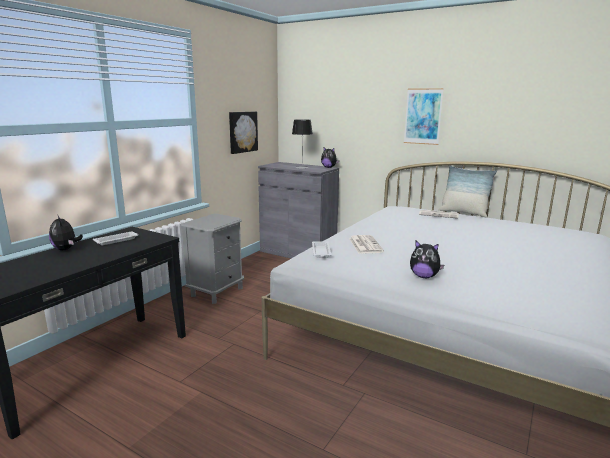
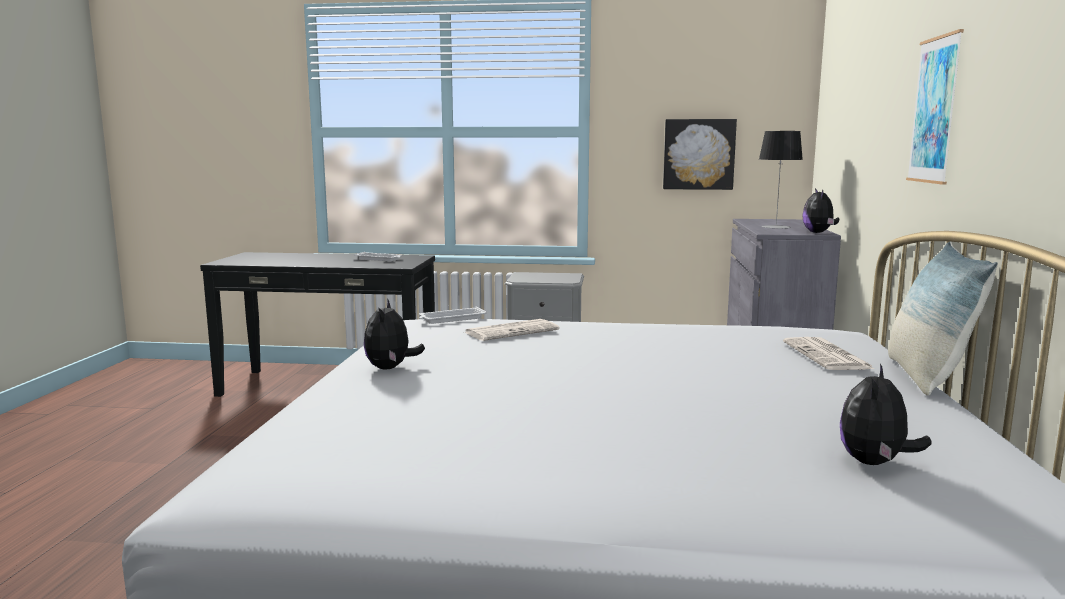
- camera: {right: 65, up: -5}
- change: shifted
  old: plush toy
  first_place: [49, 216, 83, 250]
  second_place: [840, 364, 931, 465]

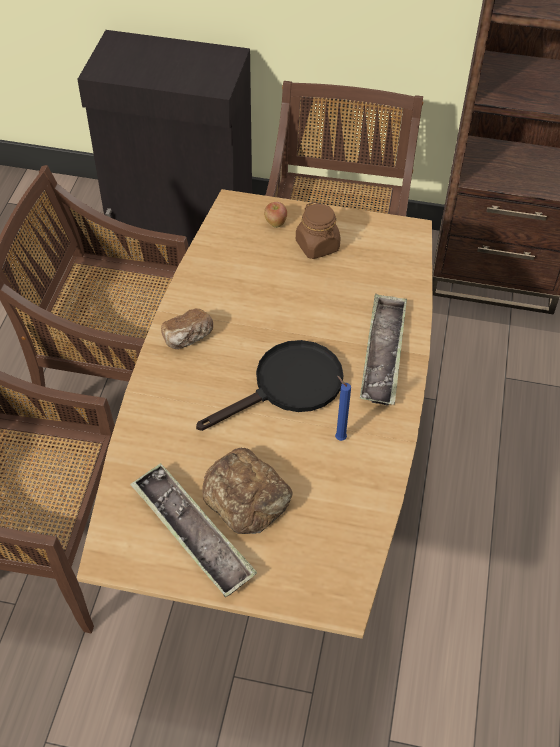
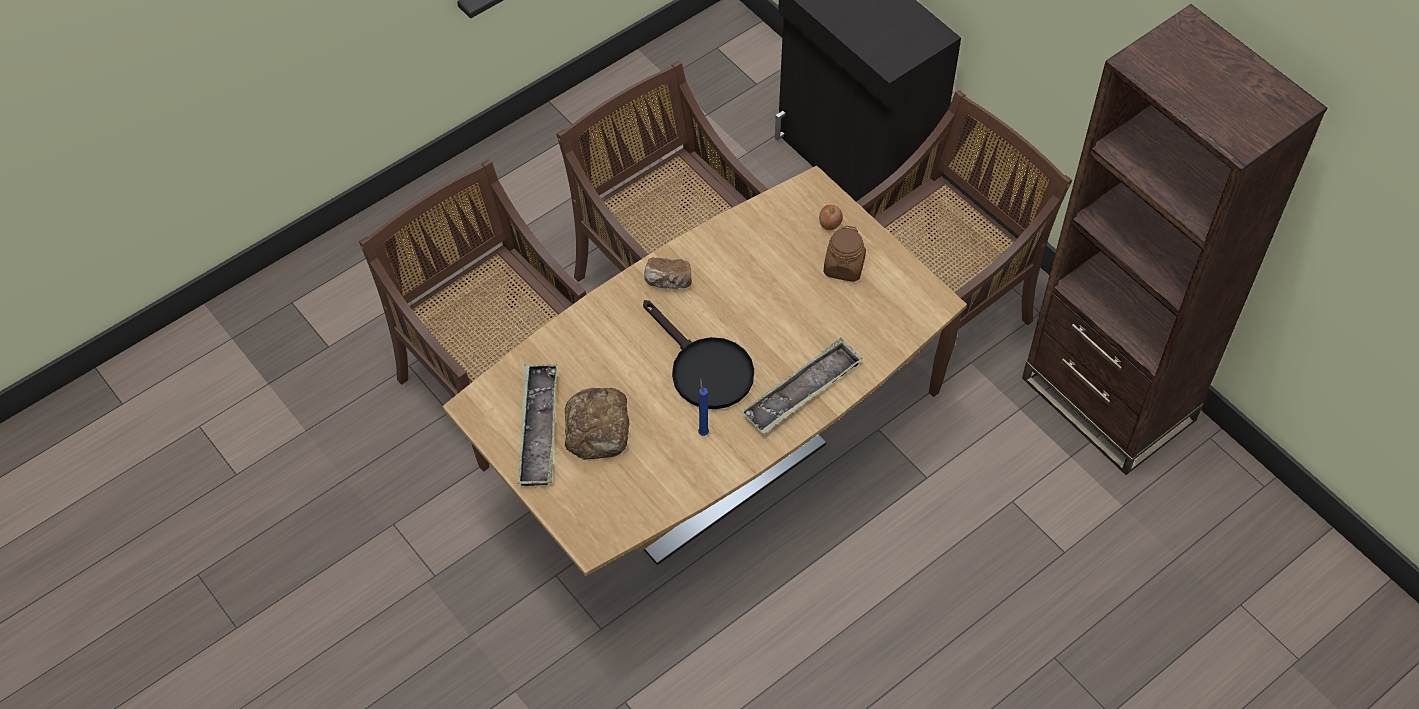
- camera: {right: 40, up: 5}
- change: rotated
  old: black-coloured frying pan
  first_place: [196, 340, 343, 431]
  second_place: [643, 300, 754, 409]
  degrees: 45

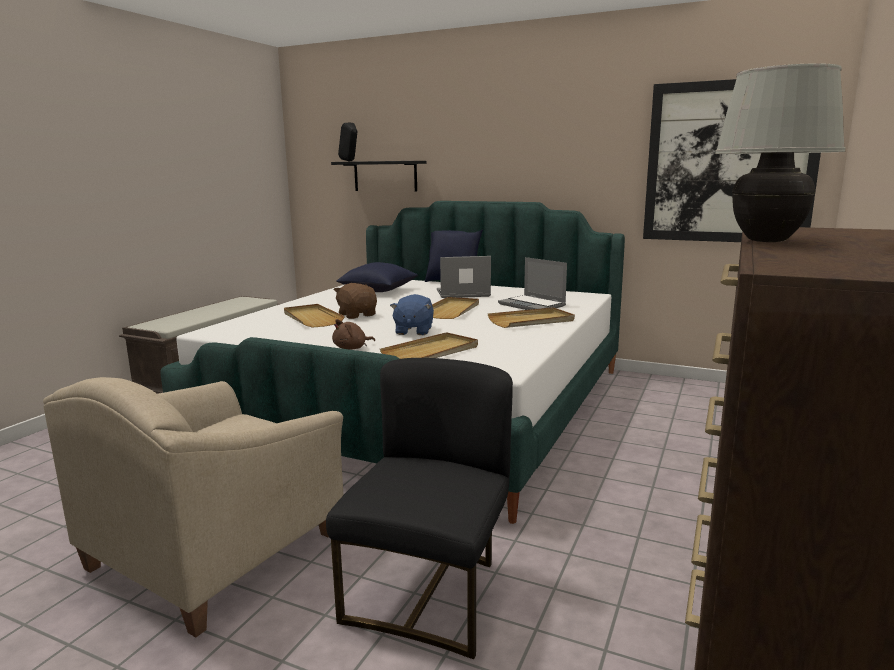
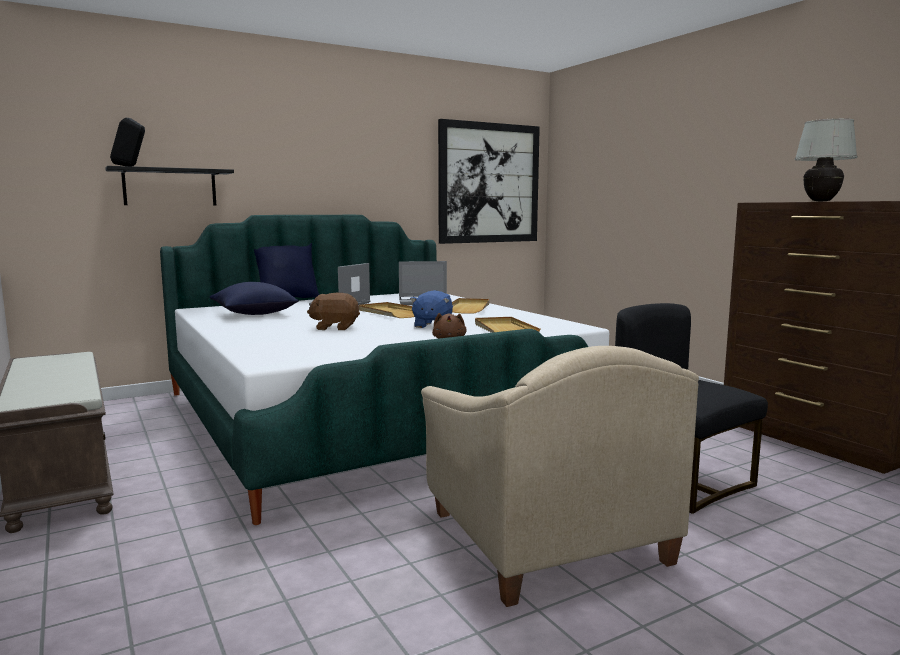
- camera: {right: -55, up: -5}
- change: gone
  old: beige serving tray
  first_place: [284, 304, 345, 328]
- change: rotated
  old: blue plush toy
  first_place: [390, 294, 434, 335]
  second_place: [410, 290, 453, 328]
  degrees: 60

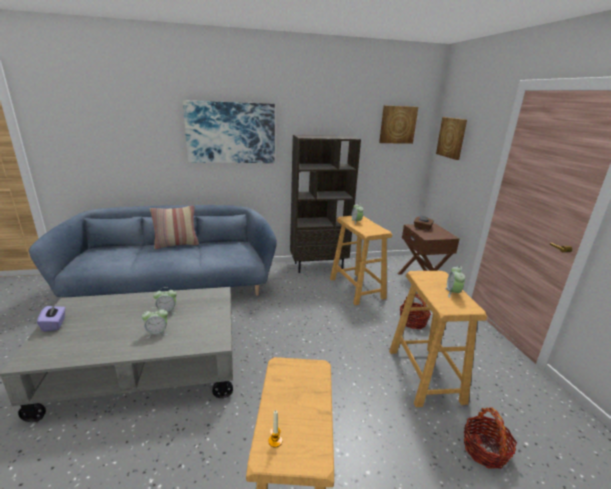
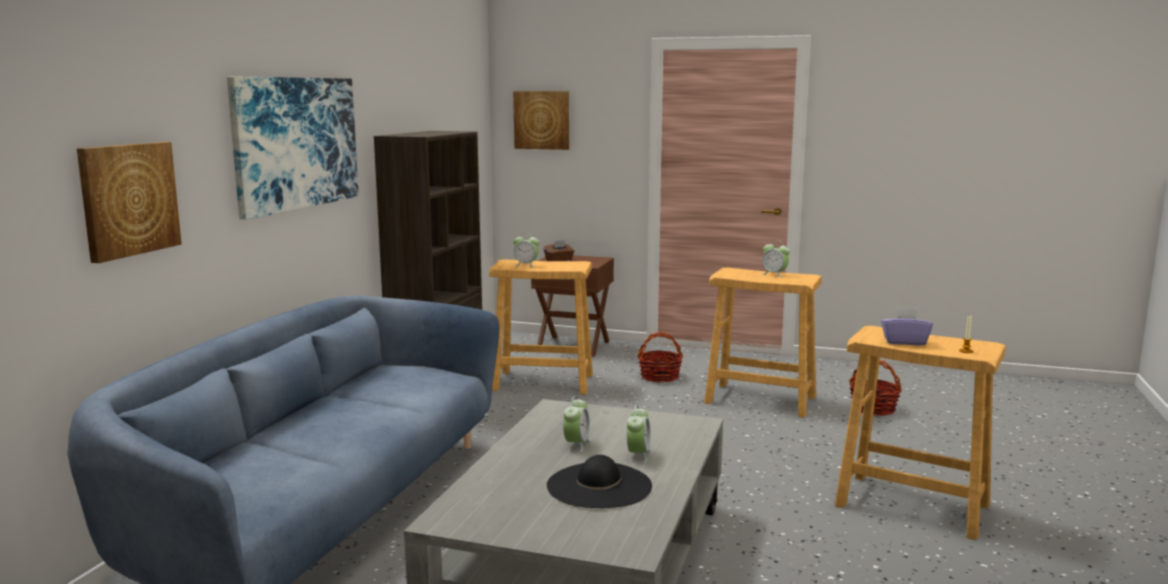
- camera: {right: -60, up: -10}
- change: shifted
  old: purple tissue holder
  first_place: [37, 304, 66, 332]
  second_place: [881, 306, 933, 345]
- change: gone
  old: cushion
  first_place: [150, 205, 199, 249]
- change: shifted
  old: picture
  first_place: [379, 106, 418, 144]
  second_place: [77, 142, 181, 263]
- change: new
  new: black-coloured clothing hat
  second_place: [547, 455, 652, 508]

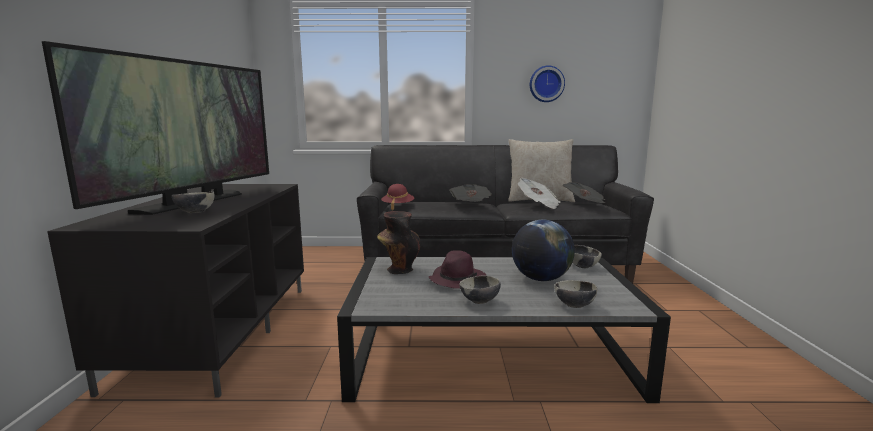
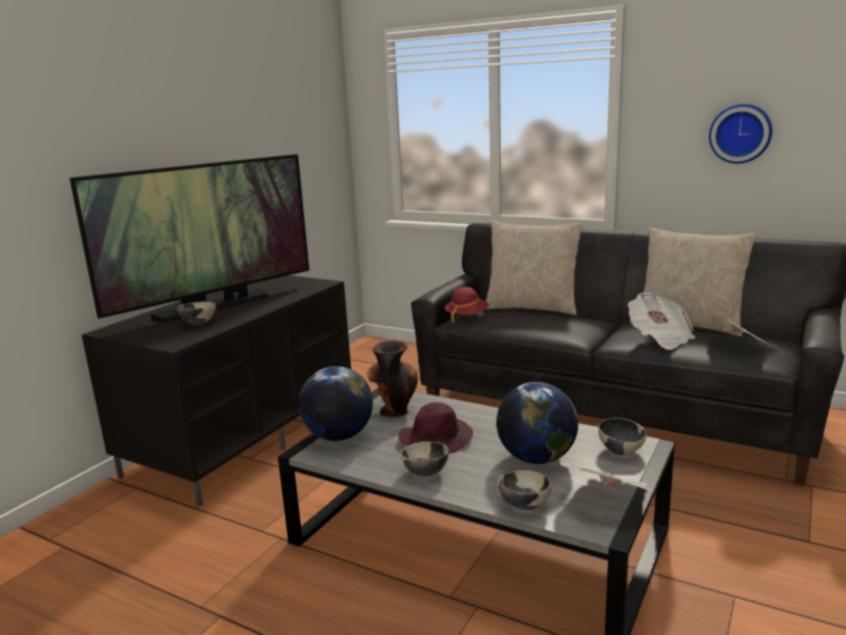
- camera: {right: 30, up: 5}
- change: shifted
  old: newspaper
  first_place: [449, 184, 492, 202]
  second_place: [560, 462, 654, 492]
- change: new
  new: world globe
  second_place: [299, 366, 373, 441]
- change: new
  new: beige cushion
  second_place: [486, 221, 583, 315]

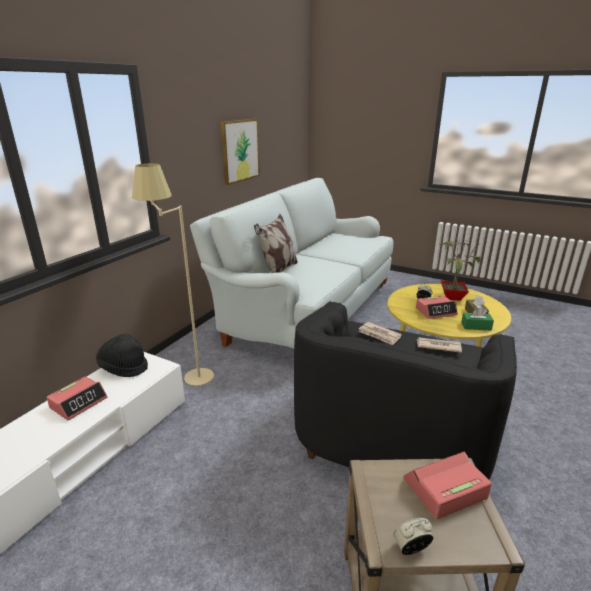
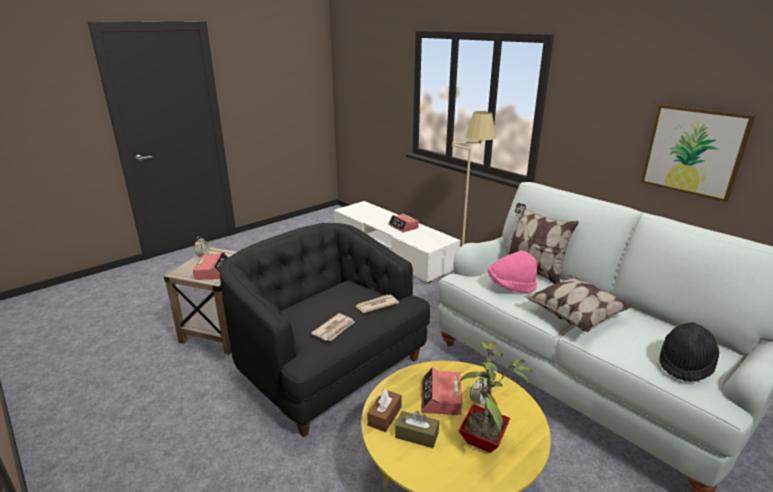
- camera: {right: 110, up: 0}
- change: shifted
  old: black-coloured clothing hat
  first_place: [96, 334, 148, 377]
  second_place: [659, 322, 720, 382]
- change: repainted
  old: green-coloured tissue holder
  new: brown-coloured tissue holder
  first_place: [461, 307, 494, 330]
  second_place: [367, 389, 402, 432]
- change: new
  new: pink-coloured clothing hat
  second_place: [488, 251, 537, 293]
- change: new
  new: cushion
  second_place: [523, 275, 634, 332]

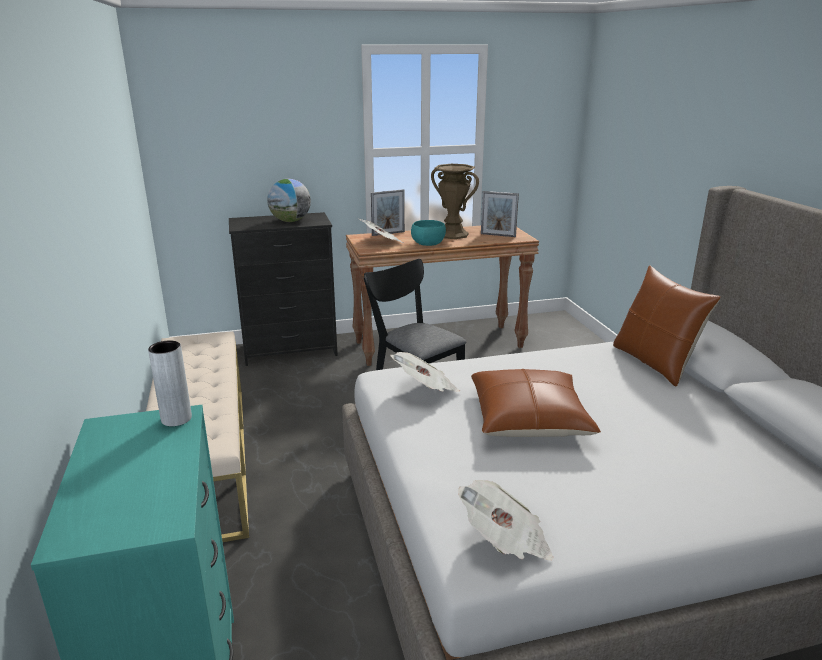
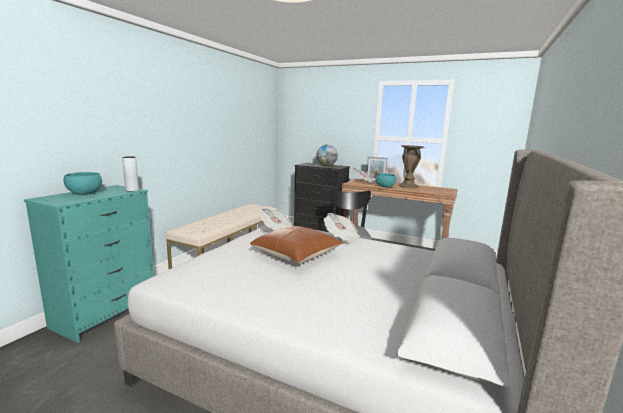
- camera: {right: 40, up: -10}
- change: shifted
  old: newspaper
  first_place: [458, 480, 554, 560]
  second_place: [323, 213, 360, 244]
- change: gone
  old: picture frame
  first_place: [481, 191, 519, 237]
- change: gone
  old: brown-coloured cushion
  first_place: [613, 265, 721, 386]
- change: new
  new: turquoise deep dish
  second_place: [63, 172, 102, 195]

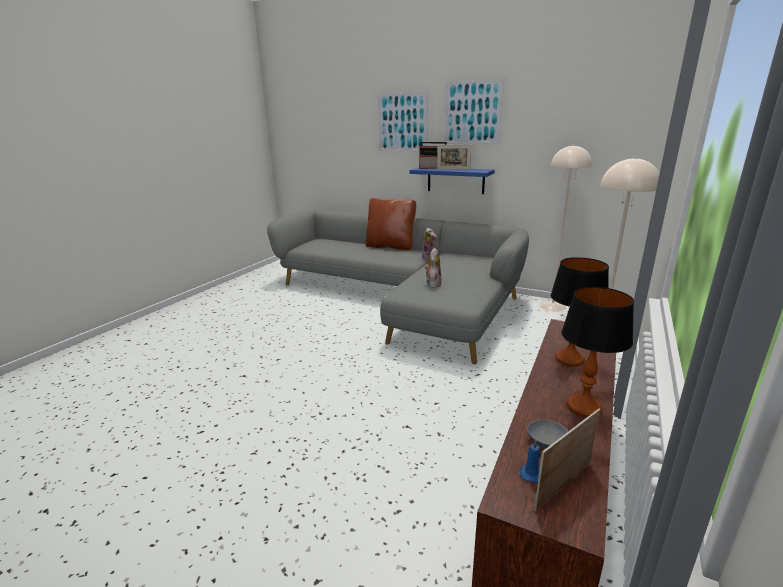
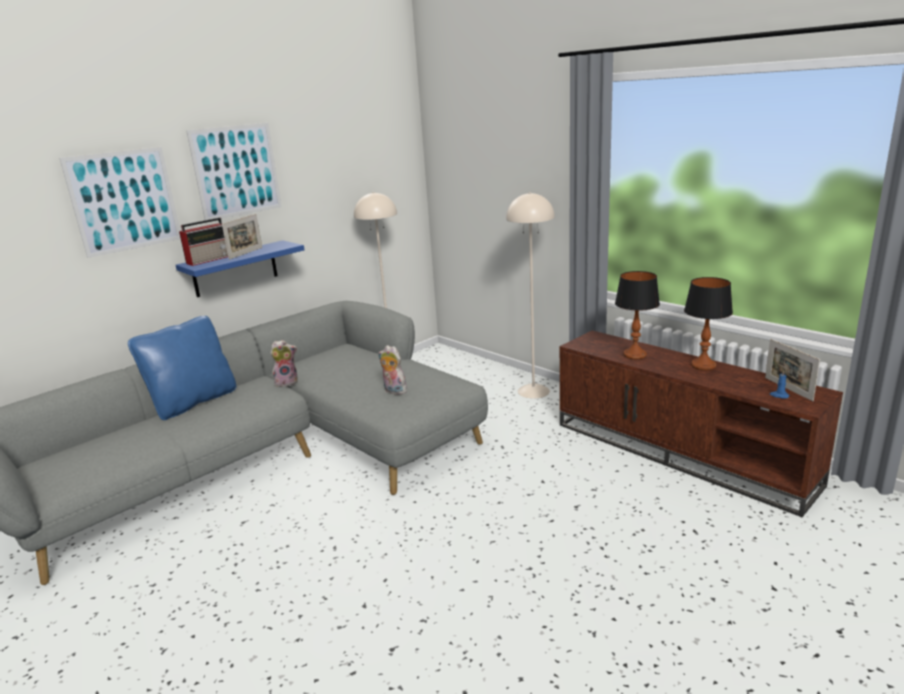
- camera: {right: -70, up: 0}
- change: repainted
  old: brown-coloured cushion
  new: blue cushion
  first_place: [366, 198, 416, 250]
  second_place: [128, 316, 236, 420]
- change: gone
  old: greyish deep dish
  first_place: [527, 419, 568, 449]

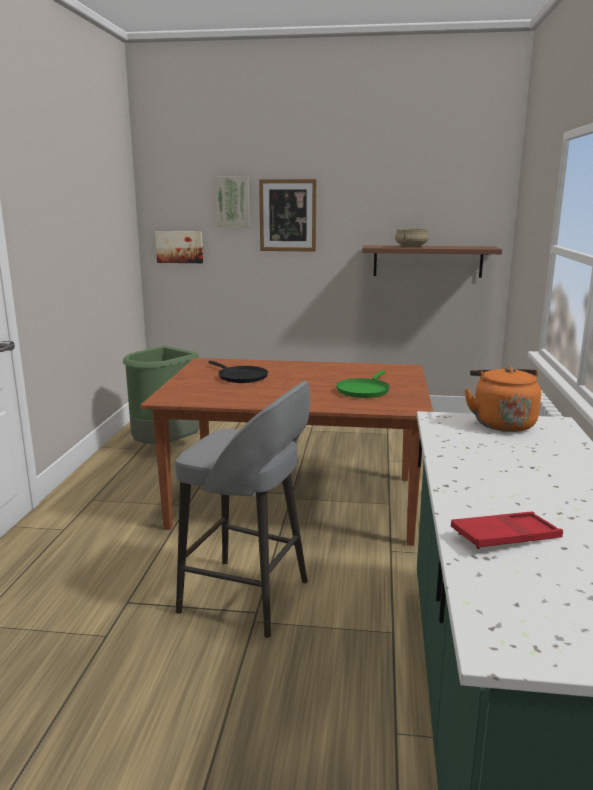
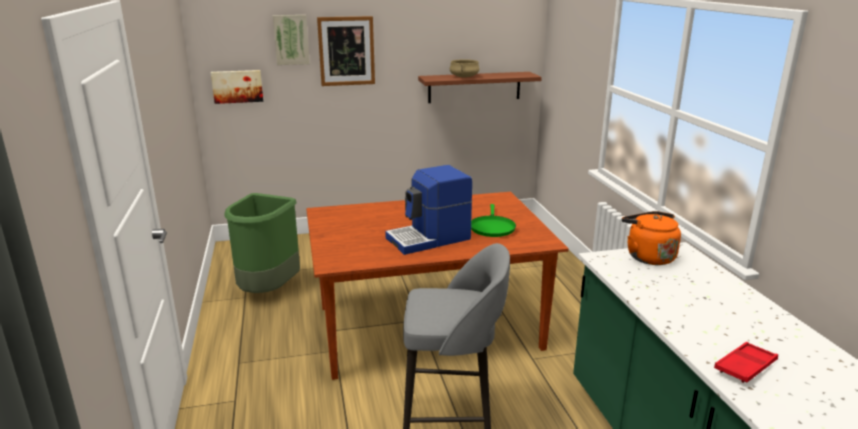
- camera: {right: -20, up: 5}
- change: gone
  old: black-coloured frying pan
  first_place: [209, 361, 268, 383]
- change: new
  new: coffee maker
  second_place: [385, 165, 472, 255]

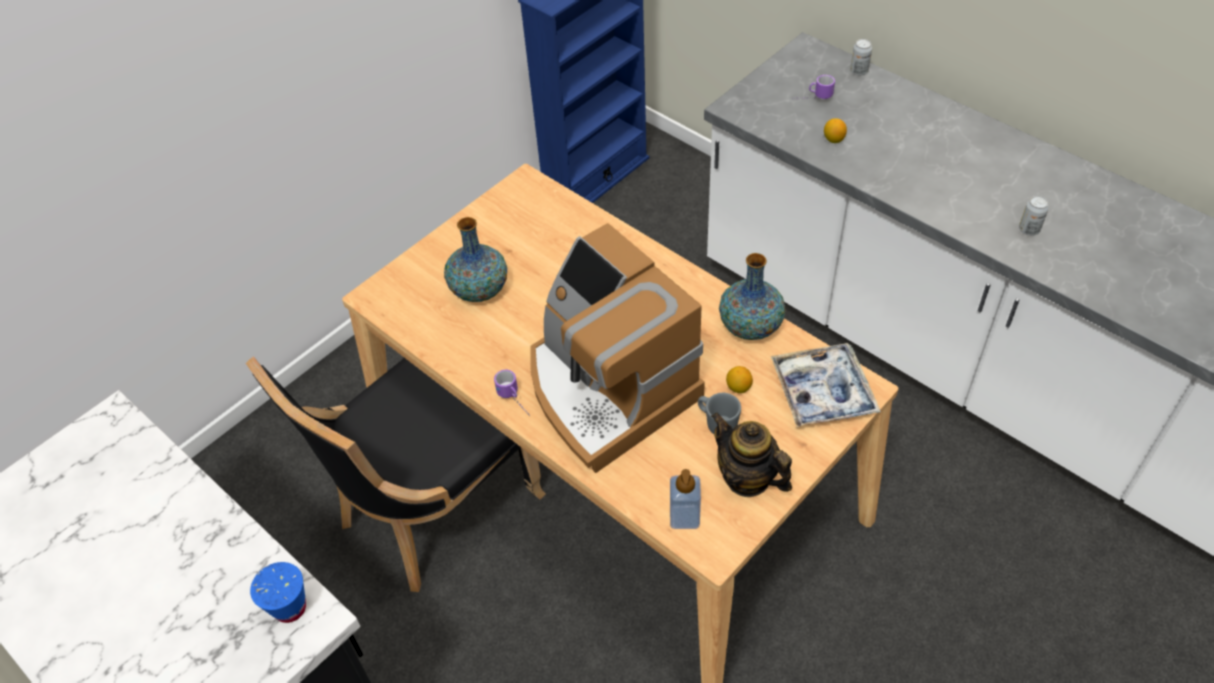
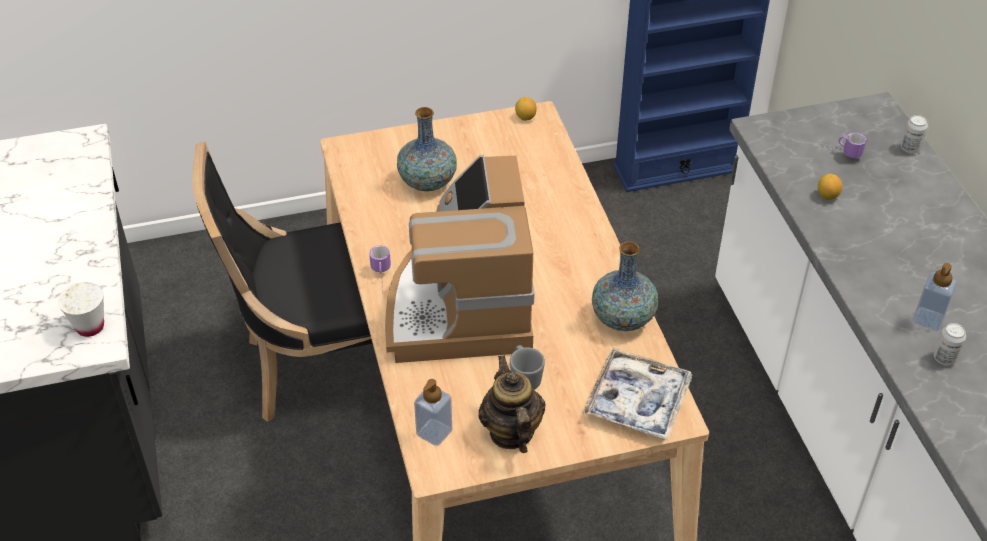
- camera: {right: 30, up: -5}
- change: repainted
  old: blue small cup
  new: white-coloured small cup
  first_place: [250, 562, 306, 623]
  second_place: [58, 282, 104, 337]
- change: shifted
  old: citrus fruit
  first_place: [726, 366, 753, 393]
  second_place: [515, 97, 537, 121]
- change: new
  new: liquid soap bottle
  second_place: [913, 263, 957, 331]

